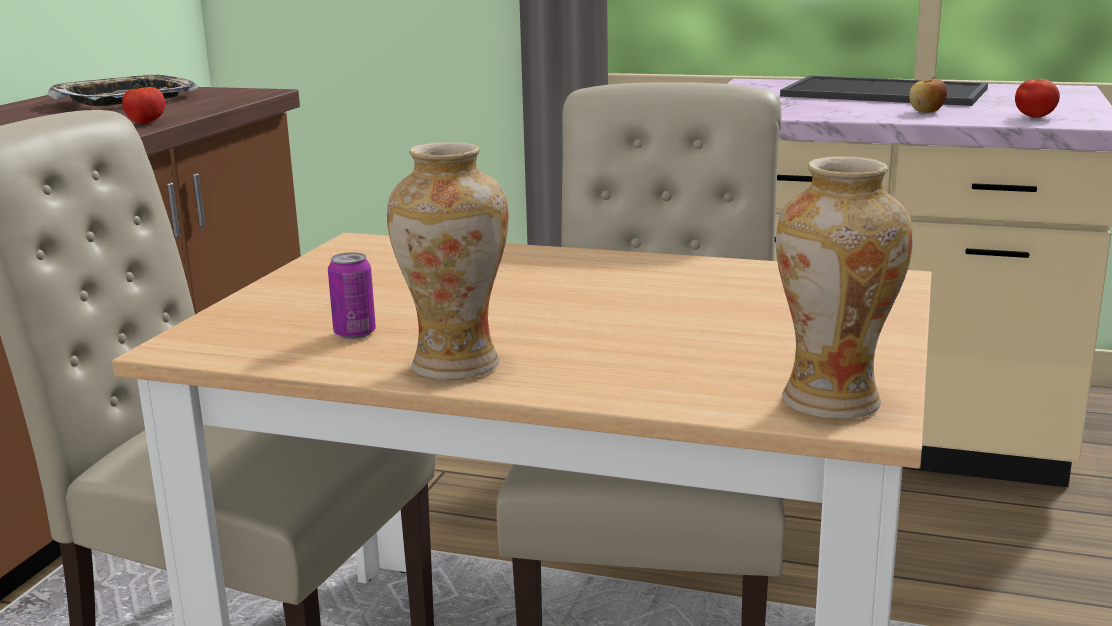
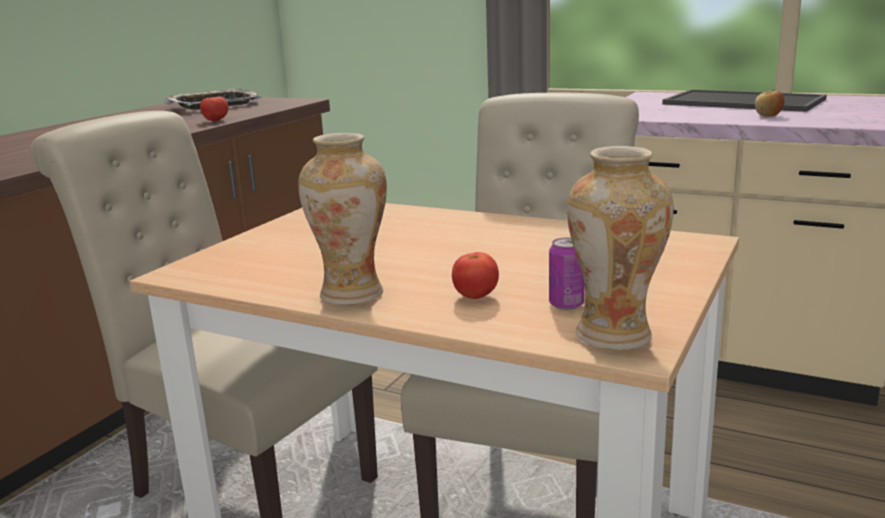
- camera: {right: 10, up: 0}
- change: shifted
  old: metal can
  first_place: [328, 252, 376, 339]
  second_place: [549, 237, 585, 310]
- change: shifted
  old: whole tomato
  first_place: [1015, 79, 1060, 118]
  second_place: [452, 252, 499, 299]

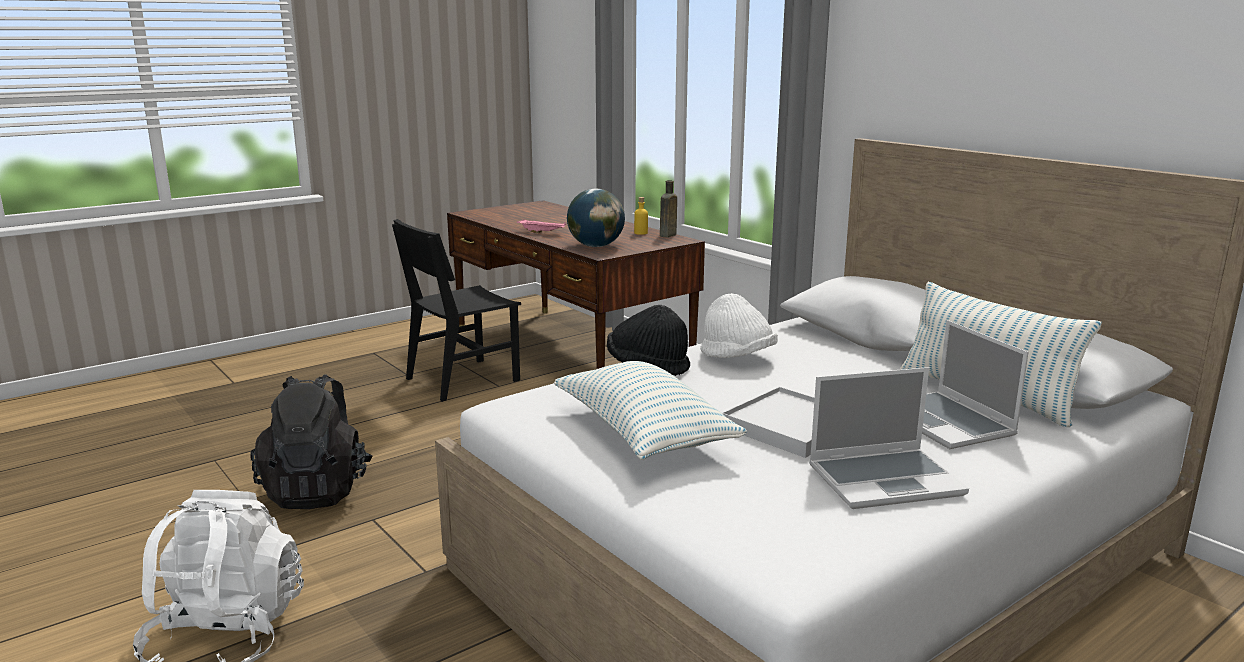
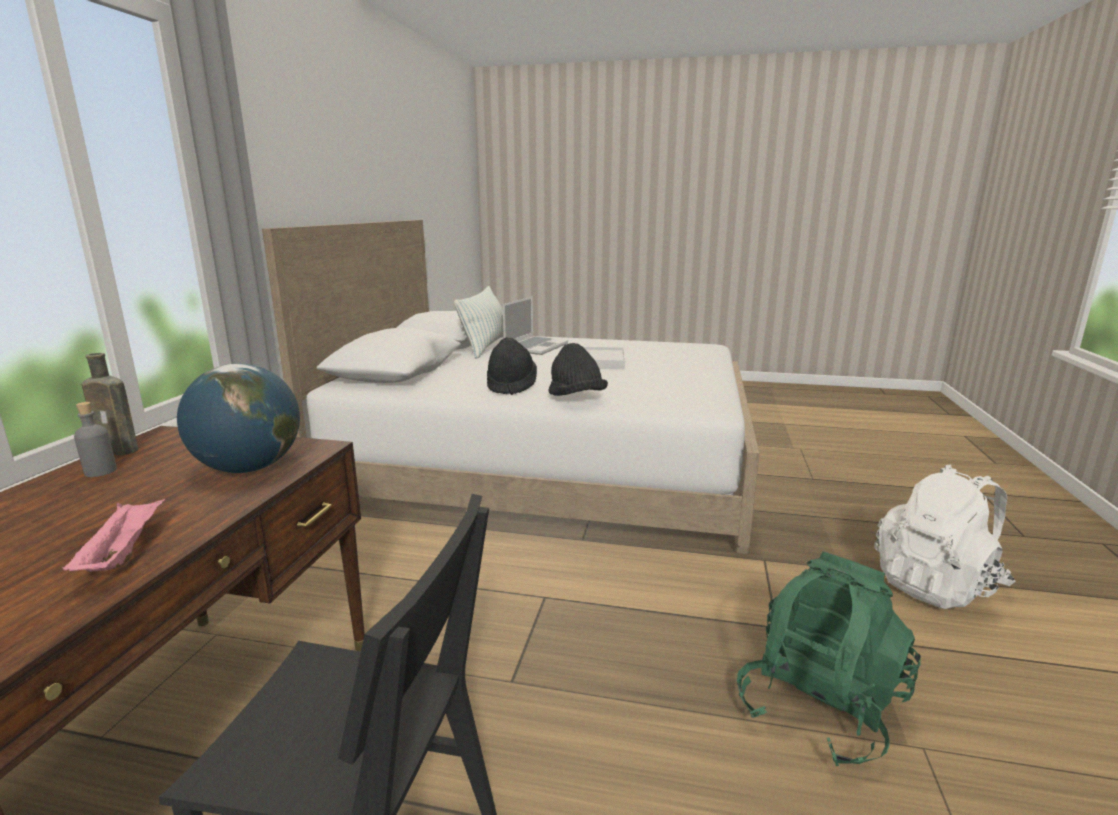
- camera: {right: -130, up: 0}
- change: repainted
  old: black-coloured knapsack
  new: green-coloured knapsack
  first_place: [251, 374, 372, 509]
  second_place: [737, 551, 921, 766]
- change: gone
  old: cushion
  first_place: [554, 361, 747, 460]
- change: repainted
  old: yellowish drink bottle
  new: greyish drink bottle
  first_place: [634, 197, 648, 235]
  second_place: [74, 402, 117, 477]
- change: repainted
  old: white-coloured clothing hat
  new: black-coloured clothing hat
  first_place: [700, 293, 778, 358]
  second_place: [487, 337, 537, 395]
- change: gone
  old: portable computer
  first_place: [809, 367, 969, 509]

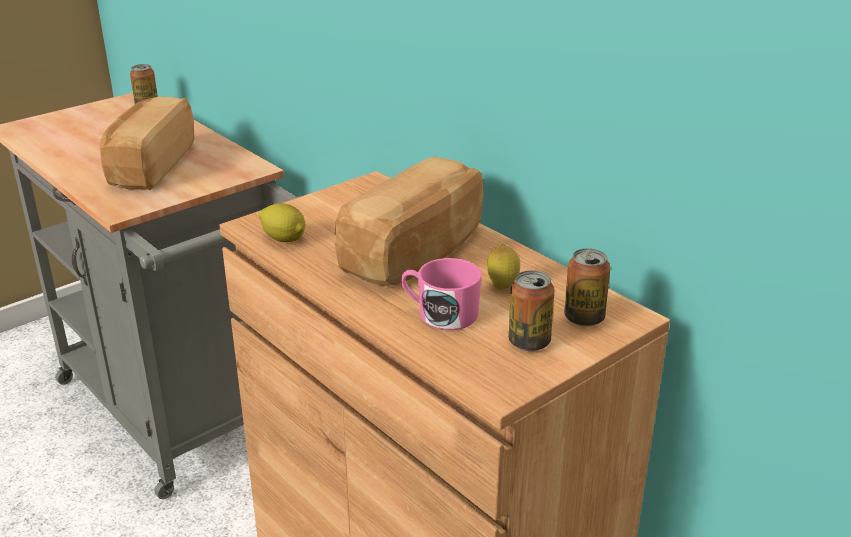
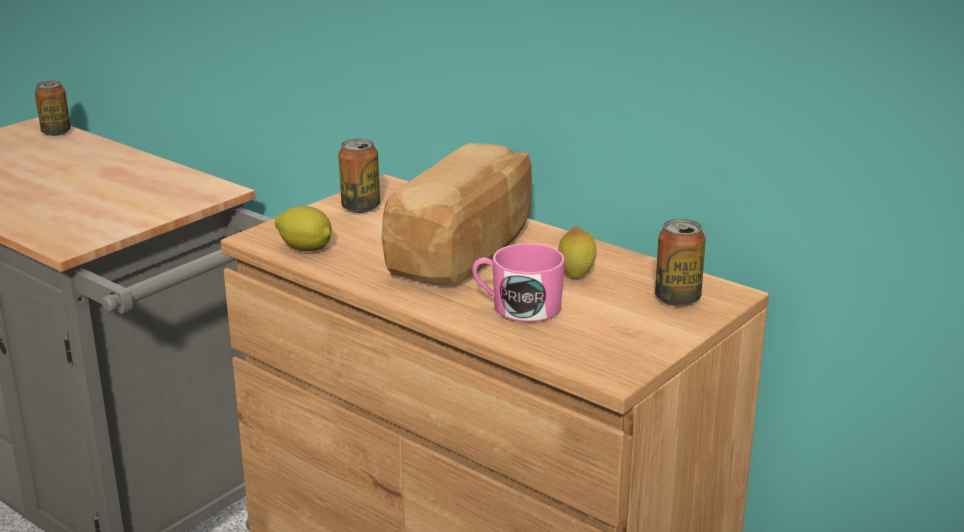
- camera: {right: -10, up: -5}
- change: gone
  old: baked bread
  first_place: [100, 97, 194, 190]
- change: shifted
  old: metal can
  first_place: [509, 270, 554, 351]
  second_place: [338, 139, 380, 213]

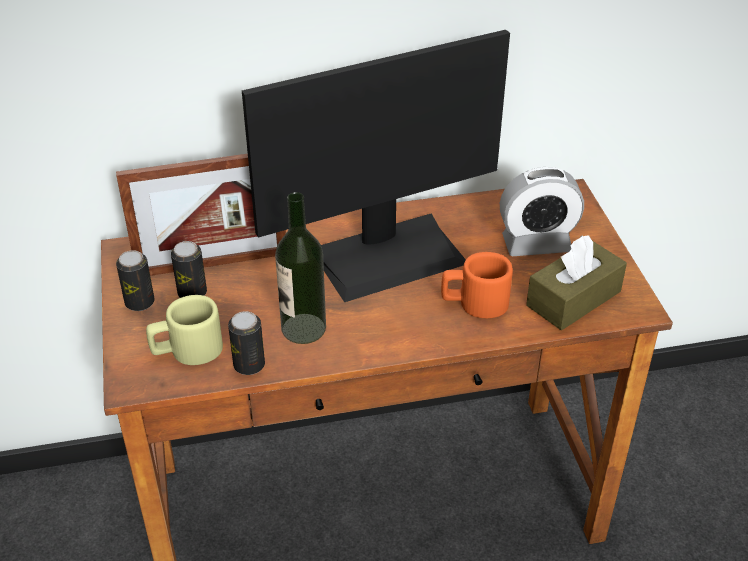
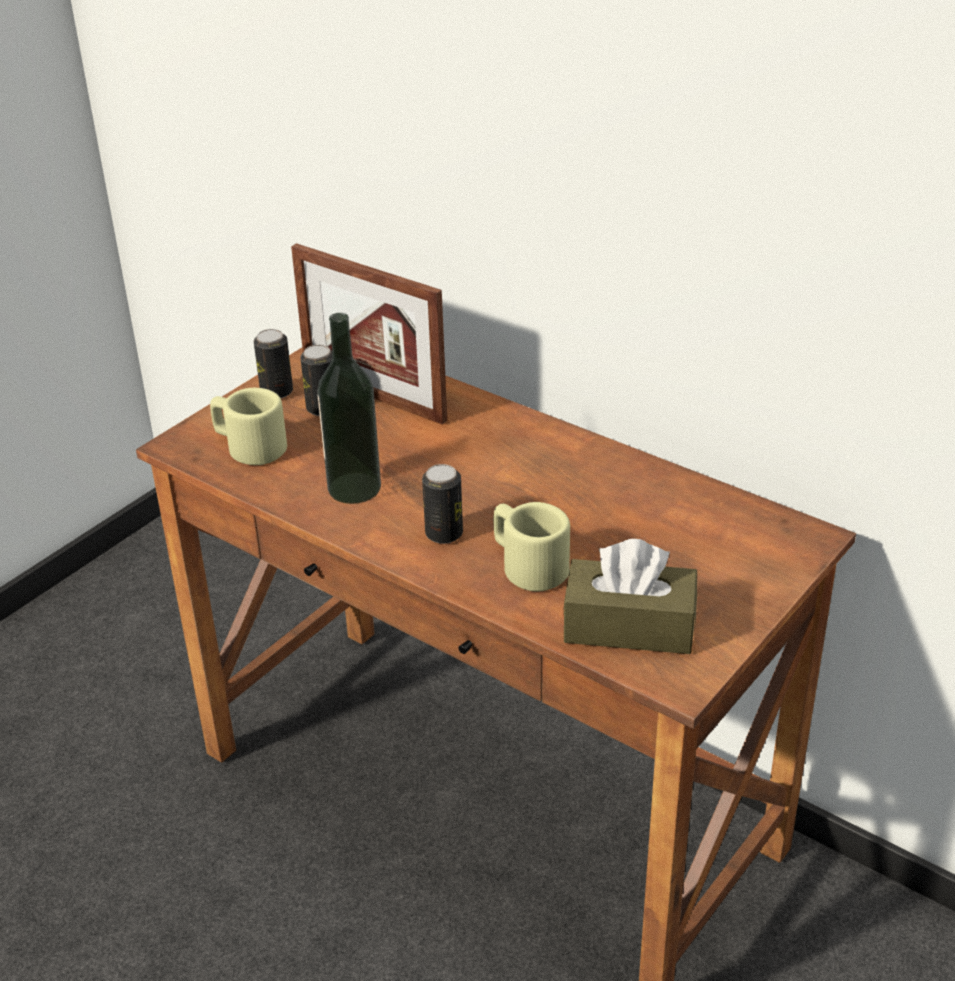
- camera: {right: 50, up: -5}
- change: shifted
  old: metal can
  first_place: [228, 311, 265, 375]
  second_place: [422, 464, 463, 544]
- change: gone
  old: monitor
  first_place: [242, 30, 510, 302]
- change: repainted
  old: orangey coffee mug
  new: beige coffee mug
  first_place: [441, 252, 513, 318]
  second_place: [494, 502, 570, 592]
- change: gone
  old: table clock
  first_place: [500, 167, 584, 256]

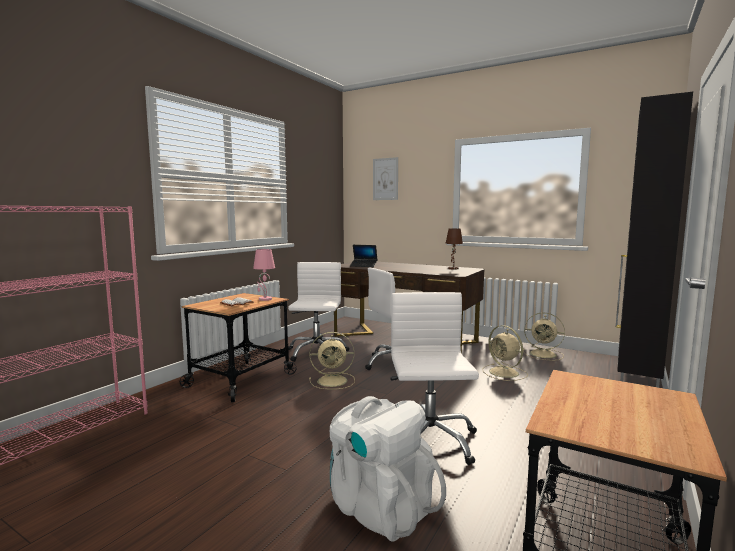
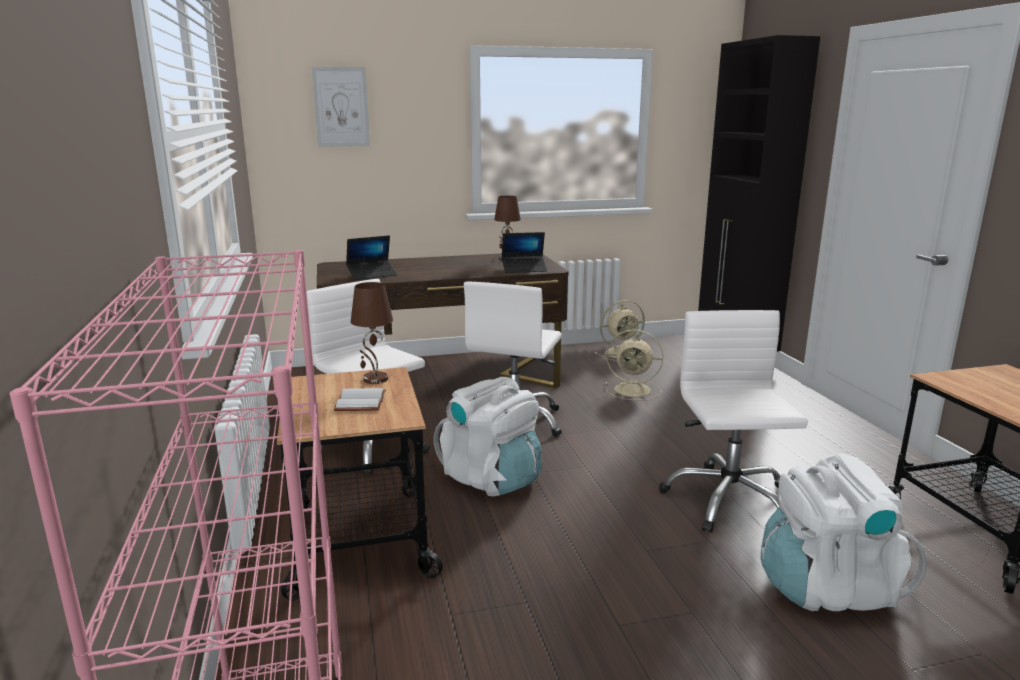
- camera: {right: -45, up: 10}
- change: repainted
  old: pink-coloured table lamp
  new: brown-coloured table lamp
  first_place: [253, 249, 275, 301]
  second_place: [351, 282, 393, 384]
- change: swapped
  old: beige fan
  new: white-coloured knapsack
  first_place: [309, 332, 355, 390]
  second_place: [434, 377, 542, 497]
- change: rotated
  old: white-coloured office chair
  first_place: [390, 292, 479, 465]
  second_place: [659, 310, 808, 533]
  degrees: 45
- change: new
  new: portable computer
  second_place: [502, 232, 547, 273]

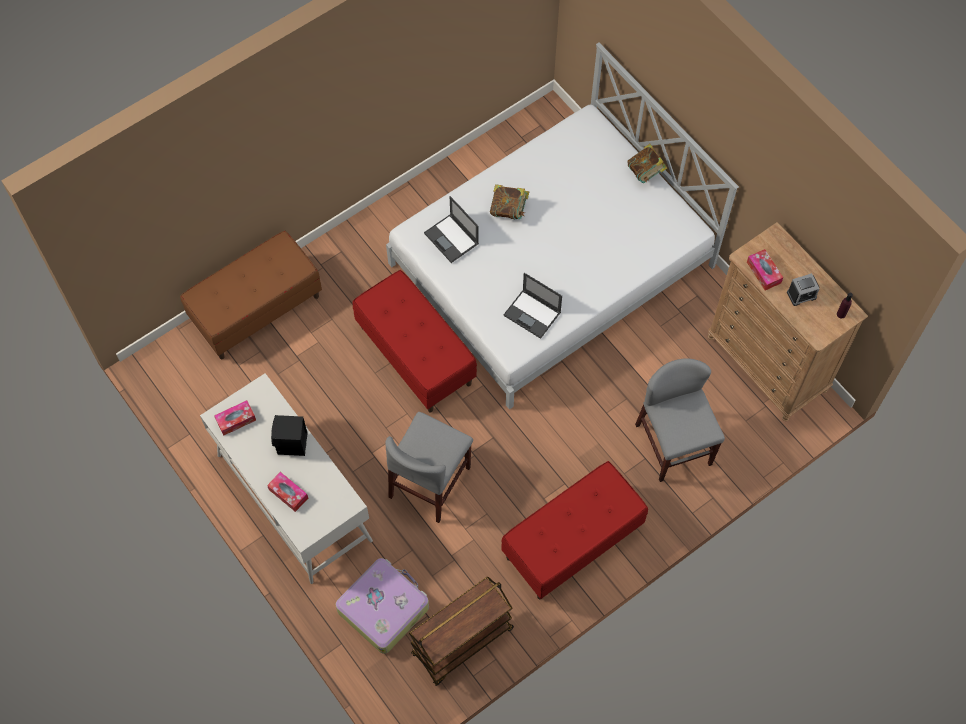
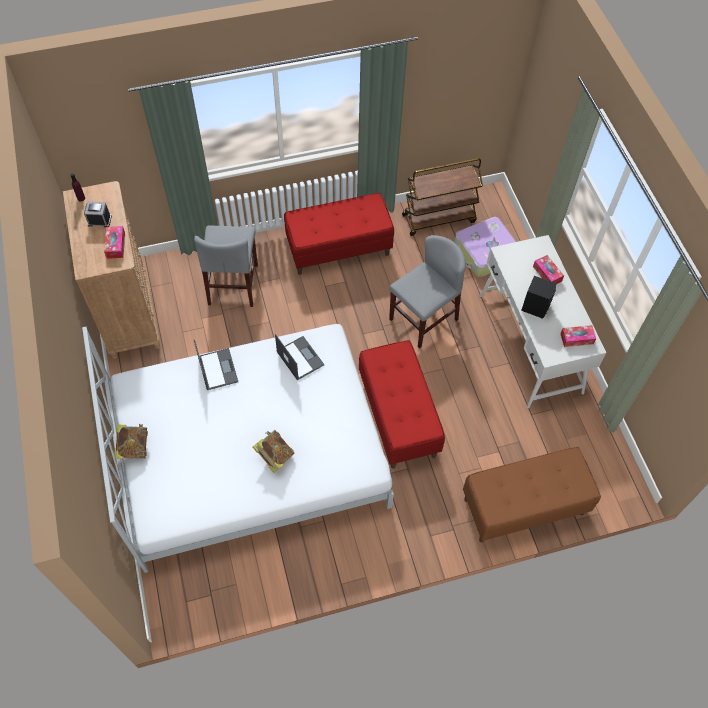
- camera: {right: -160, up: -5}
- change: shifted
  old: portable computer
  first_place: [424, 196, 479, 263]
  second_place: [194, 340, 238, 390]

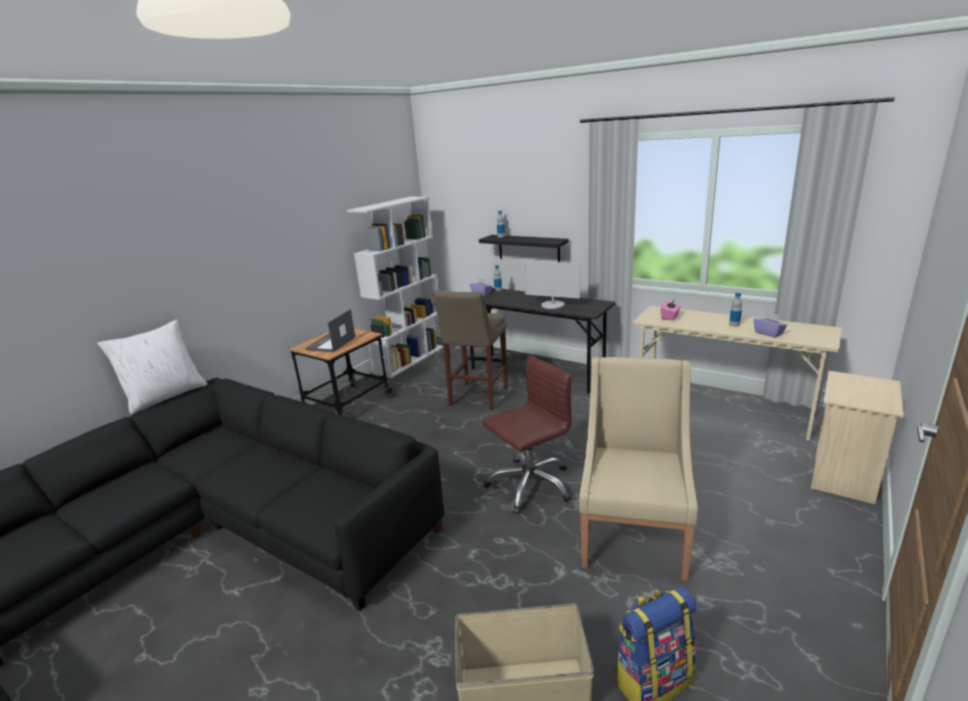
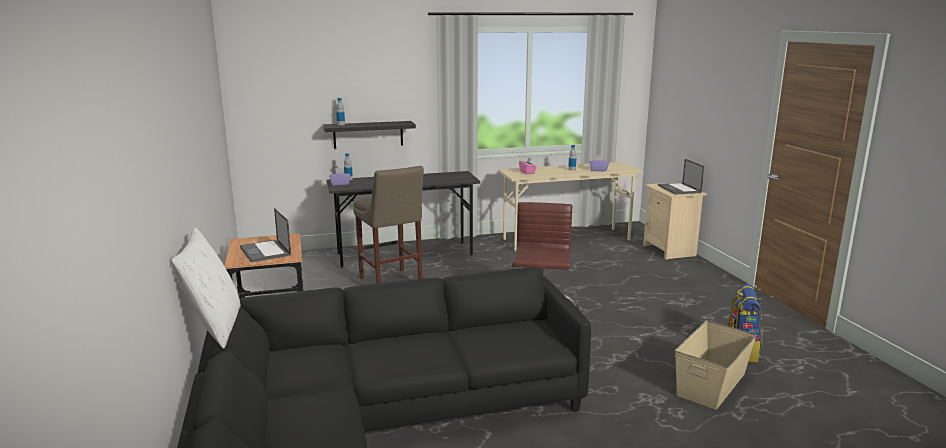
- camera: {right: -50, up: -5}
- change: gone
  old: white-coloured bookcase
  first_place: [347, 197, 443, 378]
- change: gone
  old: monitor
  first_place: [524, 261, 580, 309]
- change: gone
  old: beige easy chair
  first_place: [579, 357, 698, 581]
- change: new
  new: portable computer
  second_place: [658, 159, 704, 195]

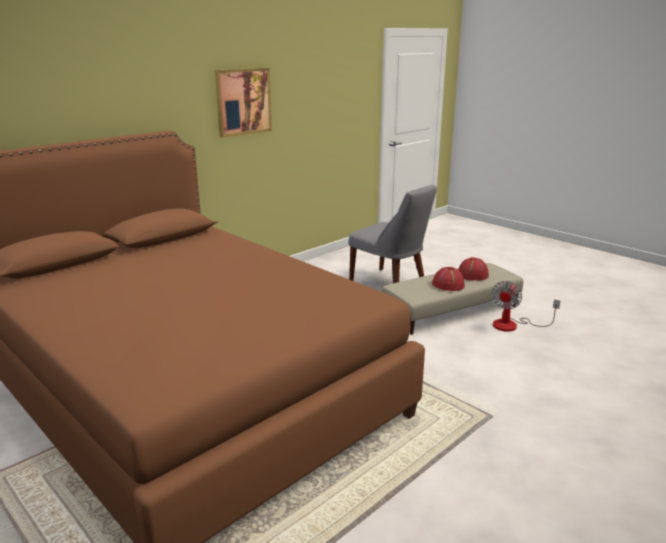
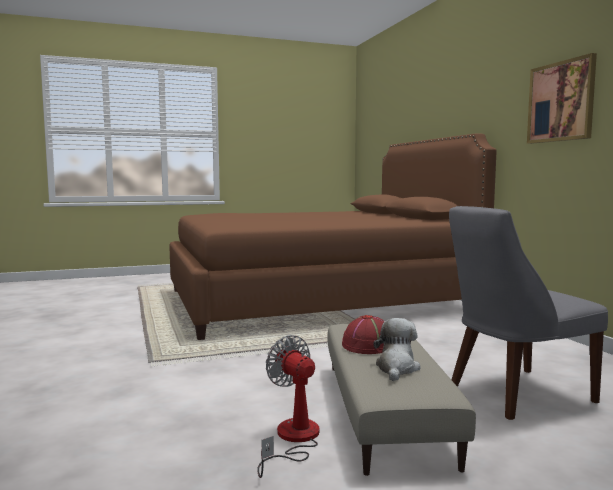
- camera: {right: 115, up: -15}
- change: swapped
  old: red clothing hat
  new: plush toy
  first_place: [458, 257, 489, 281]
  second_place: [373, 318, 421, 381]

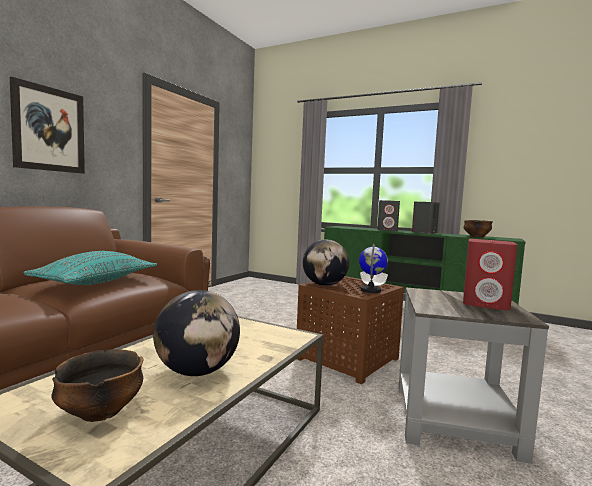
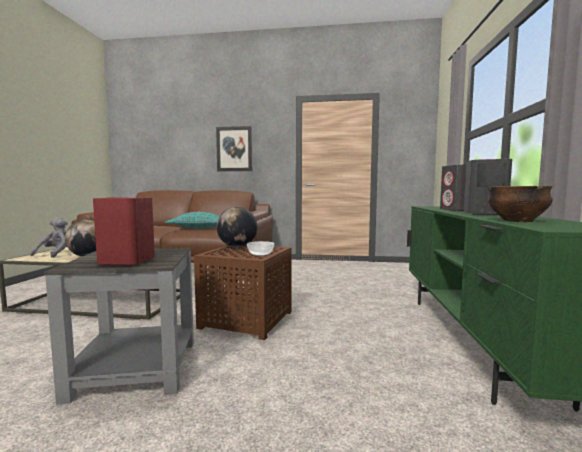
- camera: {right: 70, up: 0}
- change: swapped
  old: deep dish
  new: greyish plush toy
  first_place: [51, 349, 143, 422]
  second_place: [31, 218, 68, 258]
- change: gone
  old: world globe
  first_place: [359, 244, 388, 293]

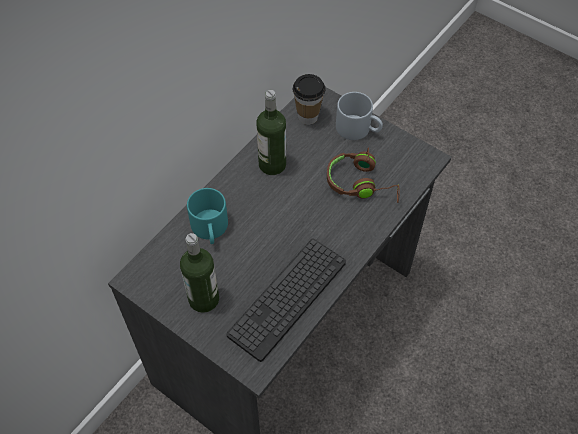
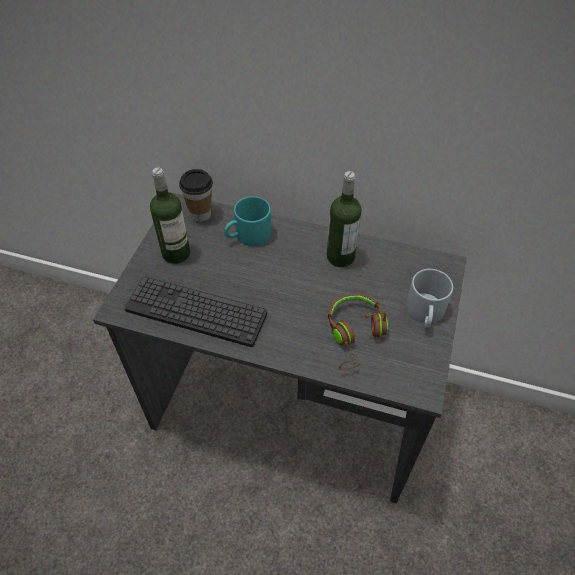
- camera: {right: 70, up: -5}
- change: shifted
  old: small cup
  first_place: [293, 74, 325, 125]
  second_place: [179, 169, 213, 222]

